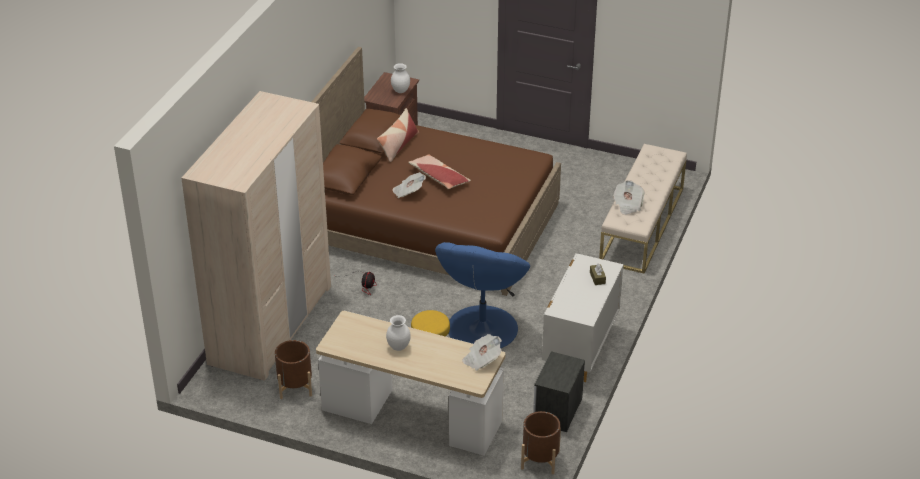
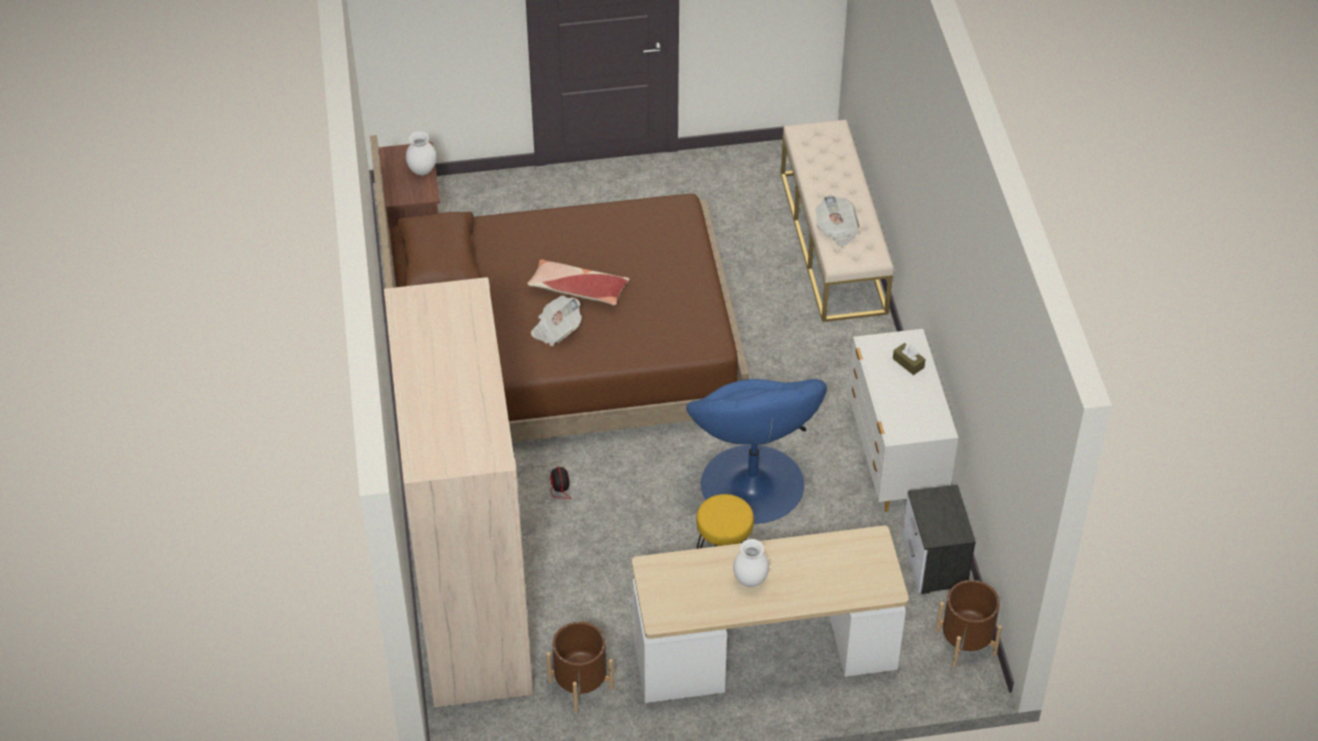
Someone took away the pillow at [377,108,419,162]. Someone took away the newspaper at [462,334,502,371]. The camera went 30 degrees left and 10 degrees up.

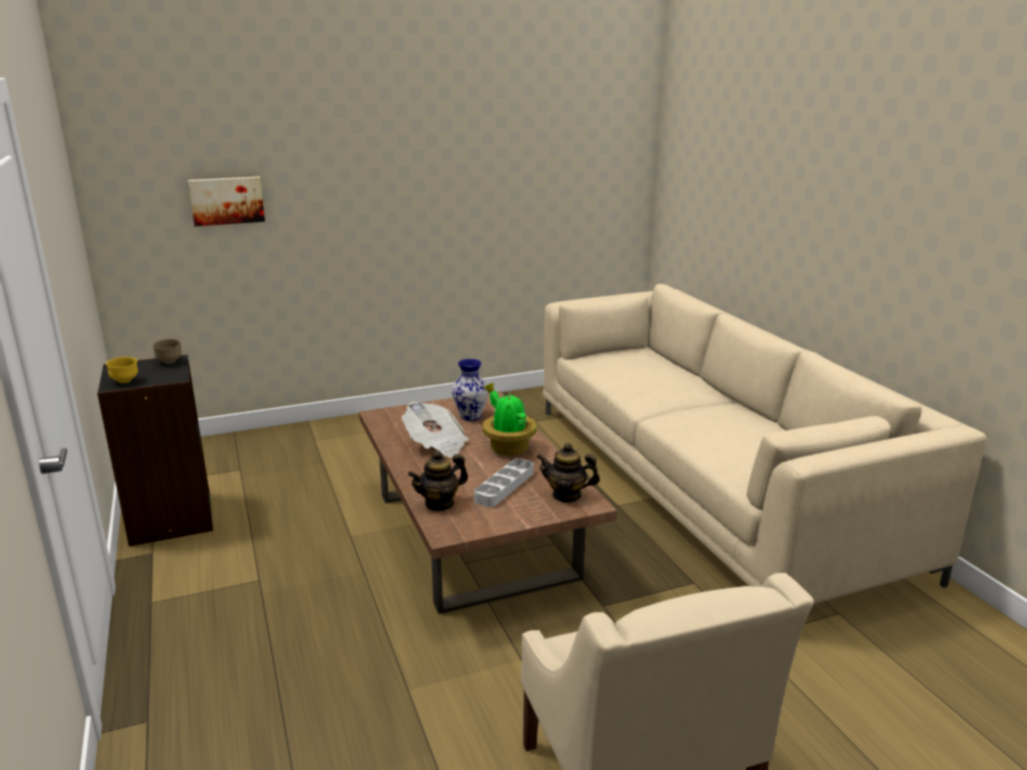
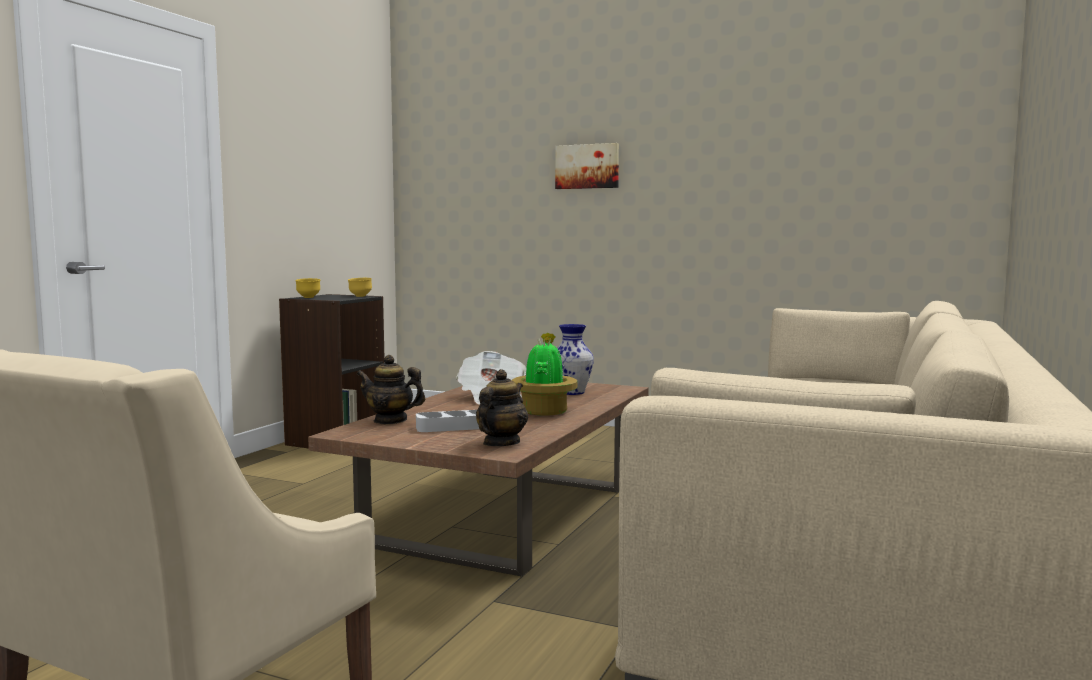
Someone repainted the brown bowl at [152,339,182,364], which became the yellow bowl at [348,278,372,297]. Someone carried the picture from [188,177,265,226] to [555,143,619,189]. Someone rotated the teapot at [537,443,600,503] by 60 degrees clockwise. The camera went 45 degrees right and 15 degrees down.

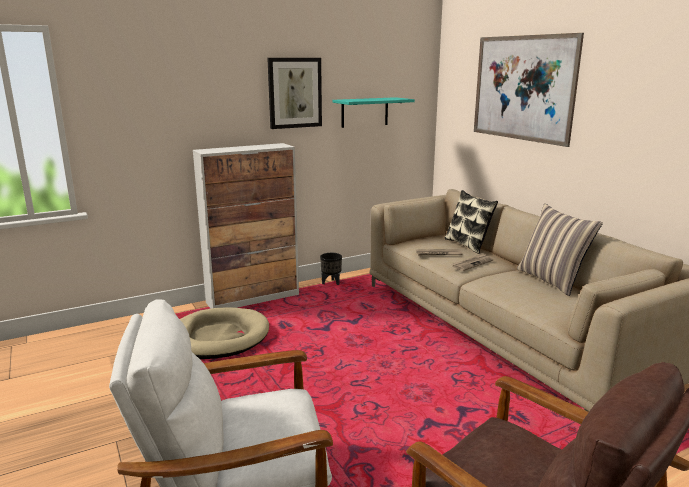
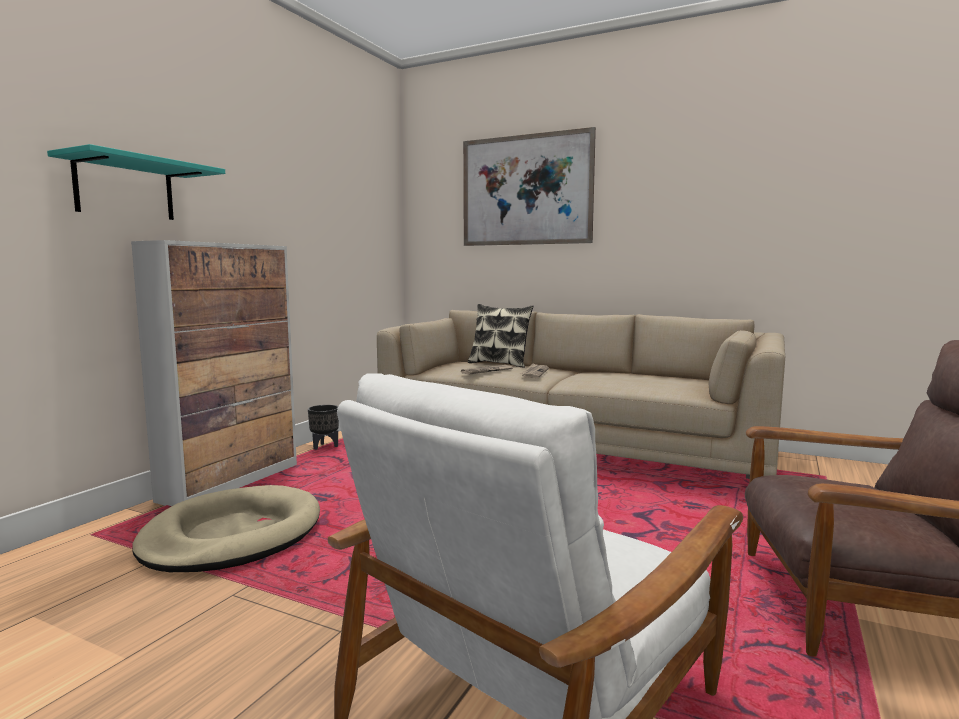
Someone took away the picture at [267,58,322,129]. Someone carried the turquoise shelf from [332,97,415,128] to [47,144,225,220]. Someone took away the pillow at [517,203,603,296]. The camera went 35 degrees left and 10 degrees down.

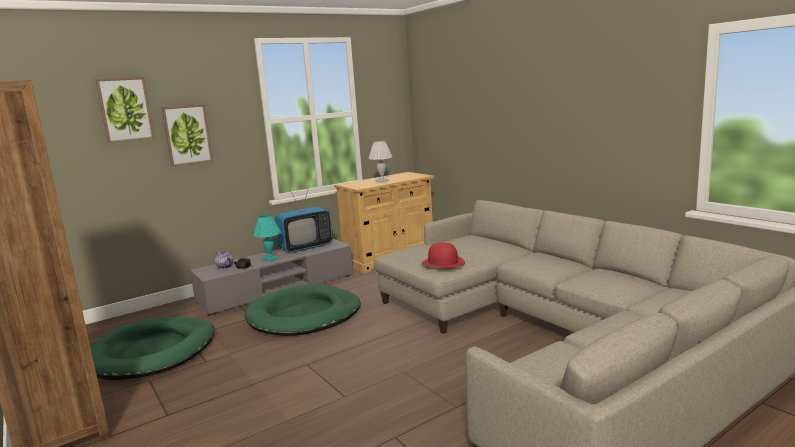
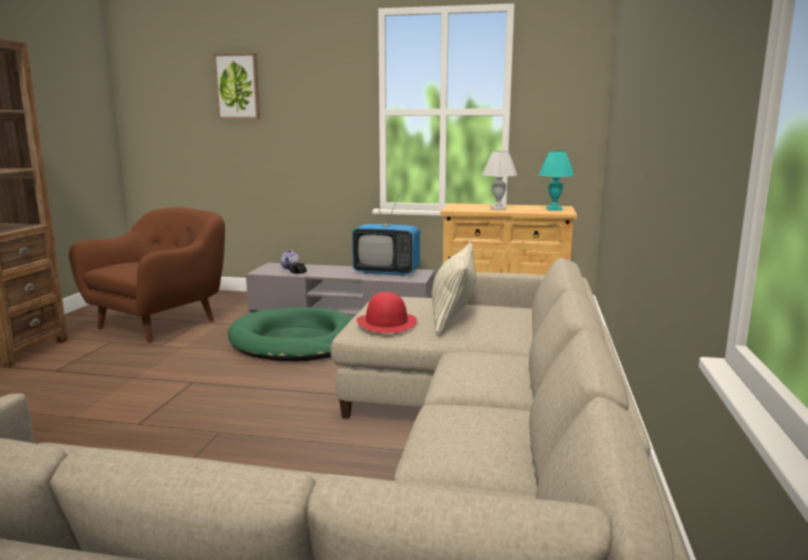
Someone swapped the green dog bed at [90,317,214,380] for the brown armchair at [69,207,225,343]. Someone took away the picture at [161,104,213,167]. Someone carried the turquoise table lamp from [254,215,281,261] to [539,151,574,211]. Someone put down the pillow at [432,242,476,334]. The camera went 45 degrees right and 0 degrees up.

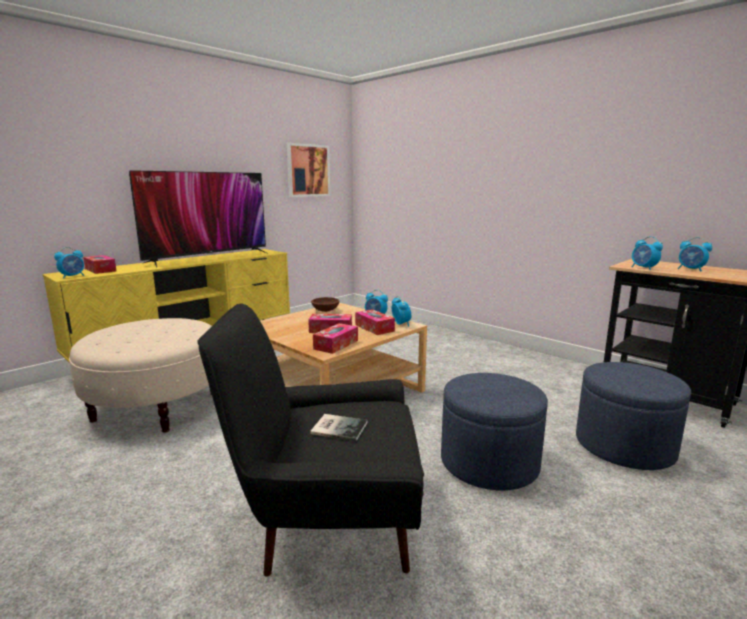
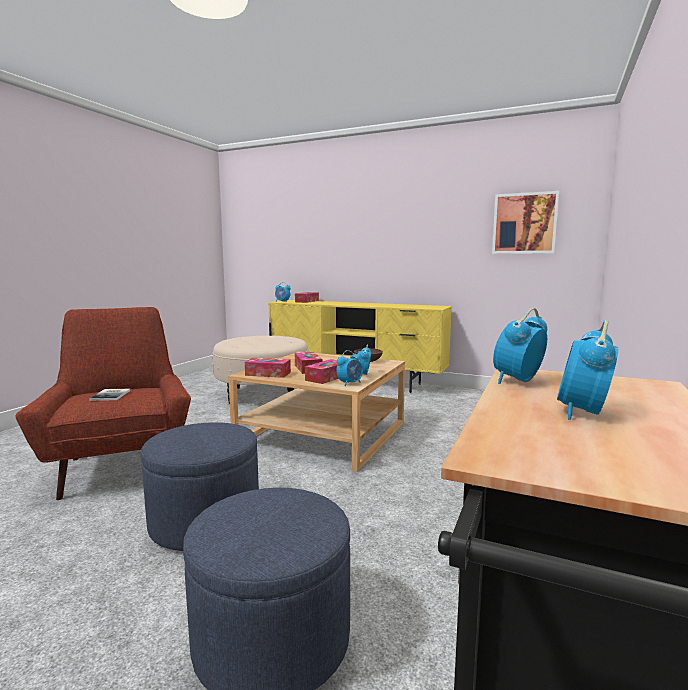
Someone took away the television at [129,170,266,267]. Someone repainted the black armchair at [197,303,424,577], which became the red armchair at [15,307,191,500]. The camera went 70 degrees right and 5 degrees down.

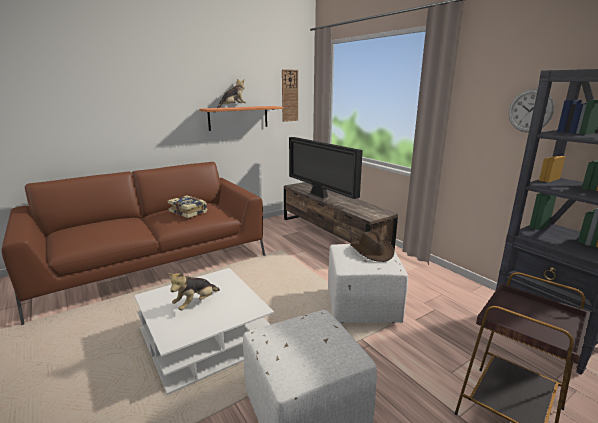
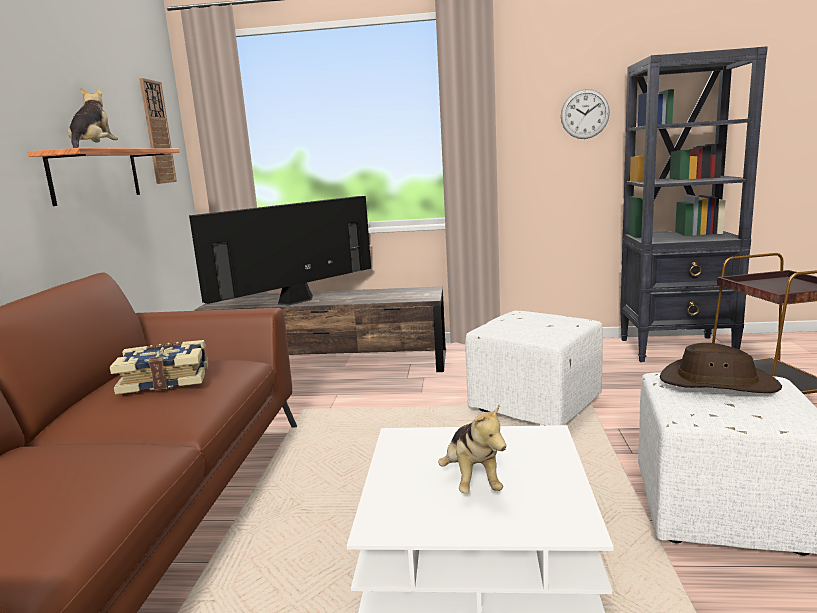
Someone rotated the television at [289,137,363,199] by 135 degrees clockwise. Someone carried the brown hat from [350,231,394,262] to [660,343,782,393]. The camera went 50 degrees left and 5 degrees down.

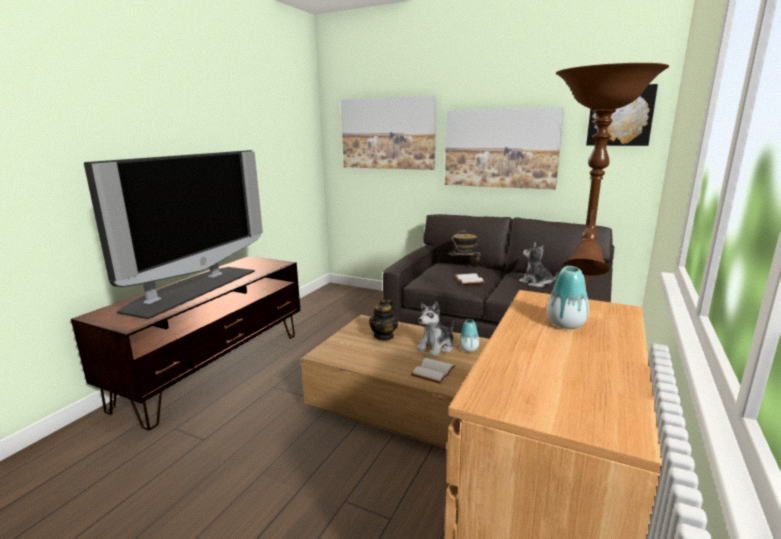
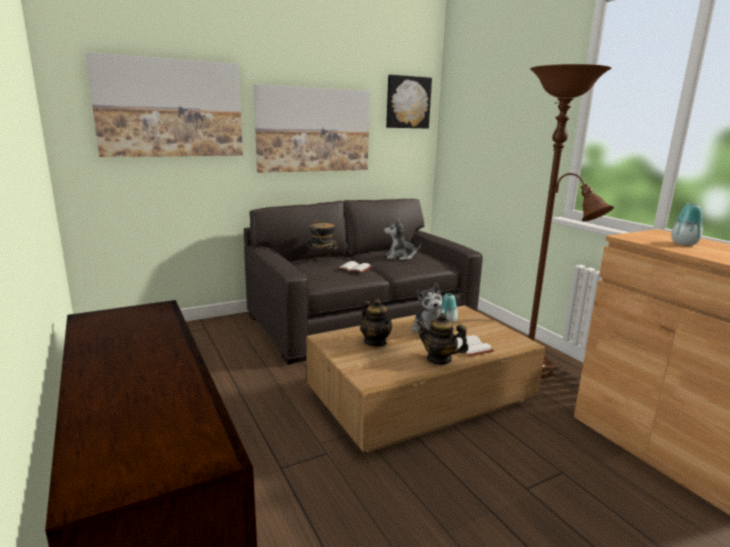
Someone took away the television at [84,150,263,319]. Someone put down the teapot at [417,313,468,365]. The camera went 55 degrees left and 0 degrees up.

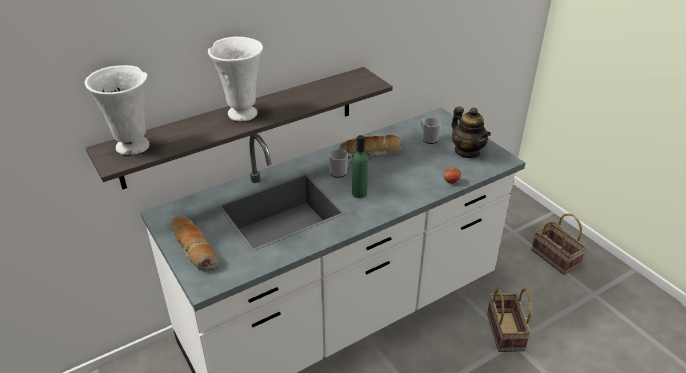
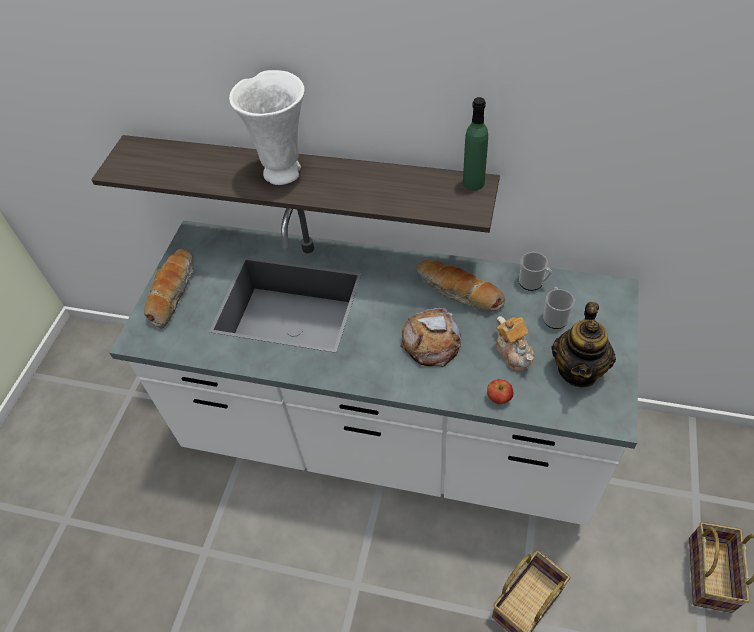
Someone took away the white vase at [85,65,149,155]. Someone carried the mug from [329,149,352,178] to [519,252,552,291]. Someone carried the green bottle from [352,135,368,198] to [463,97,488,191]. Someone put down the bread at [400,308,461,367]. Someone put down the teapot at [496,316,534,371]. The camera went 50 degrees right and 15 degrees up.

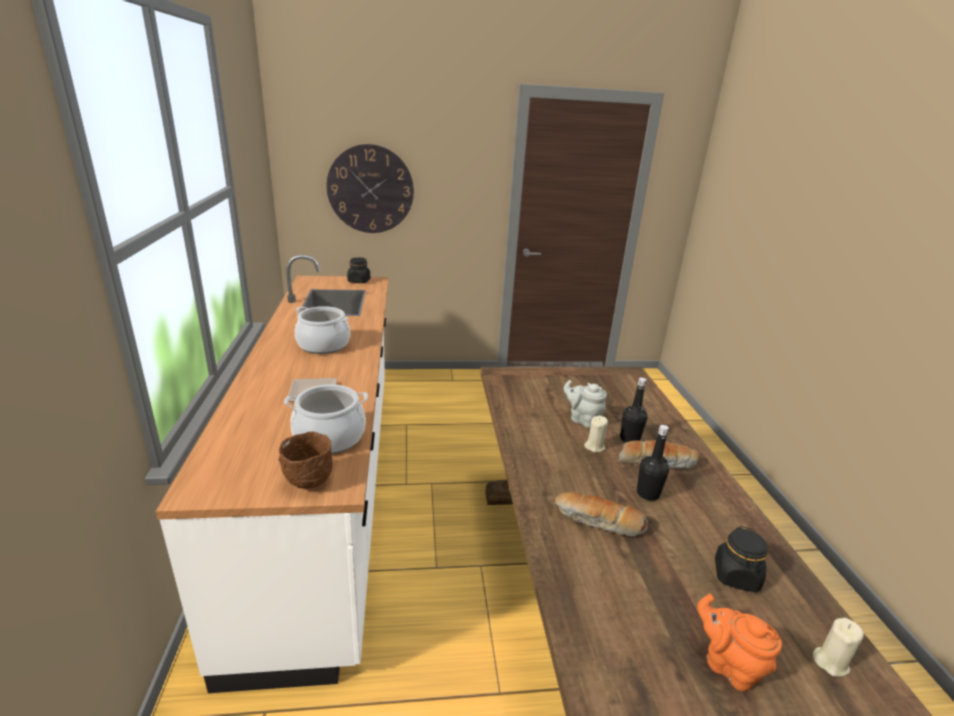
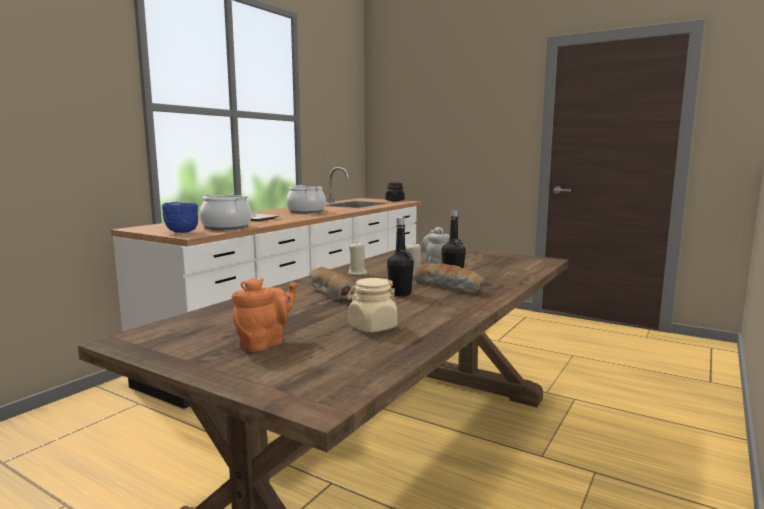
Someone repainted the brown bowl at [278,432,333,489], which became the blue bowl at [162,202,198,233]. Someone took away the wall clock at [327,144,414,233]. Someone rotated the orange teapot at [697,594,782,691] by 45 degrees clockwise. Someone repainted the black jar at [715,526,768,592], which became the beige jar at [347,278,398,333]. Someone carried the beige candle from [813,618,864,677] to [348,241,367,275]. The camera went 40 degrees right and 15 degrees down.

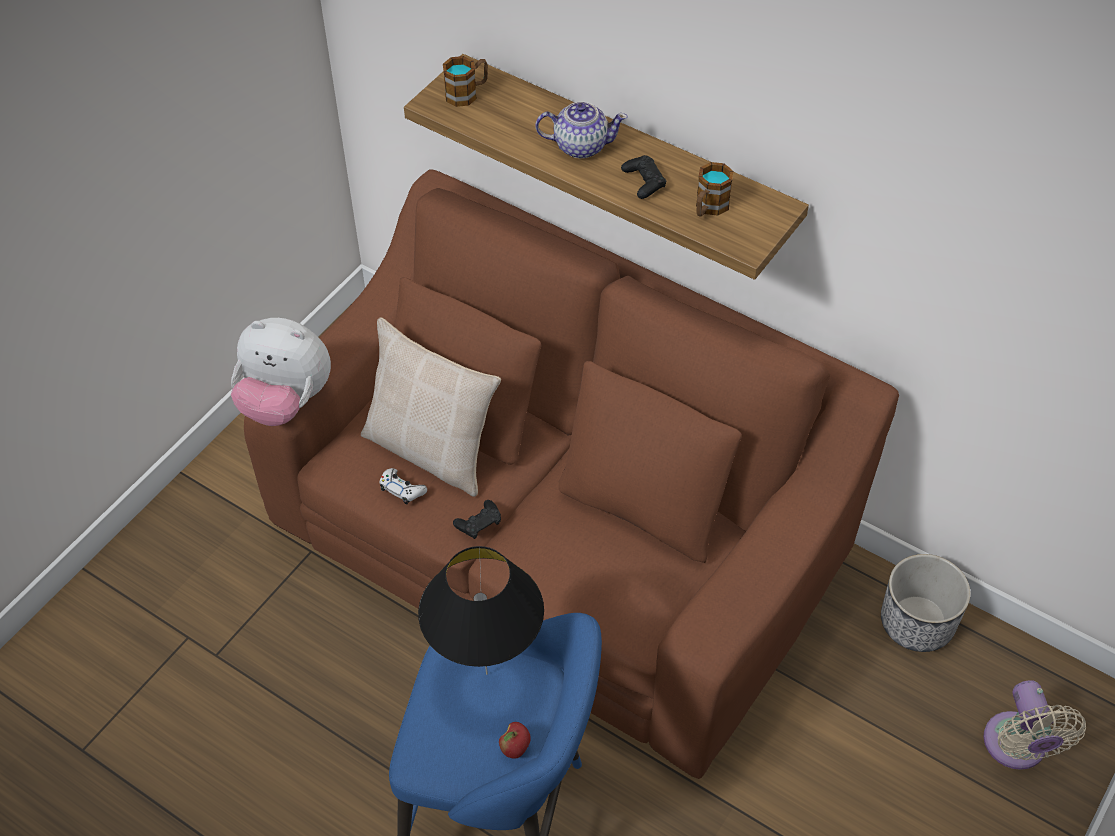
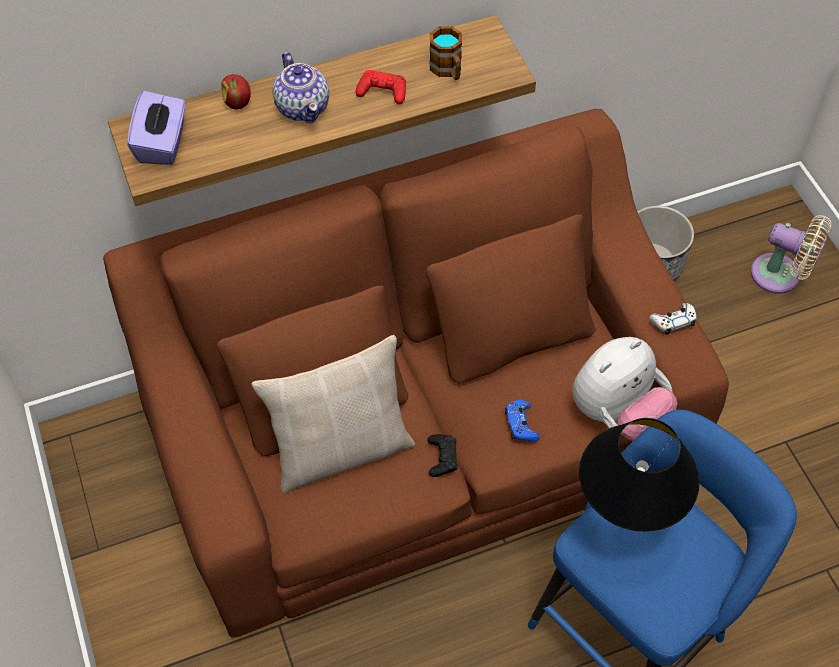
Someone carried the plush toy from [231,318,331,426] to [572,337,678,441]. Someone carried the white game controller from [379,468,427,505] to [650,303,696,335]. Someone swapped the mug at [443,56,488,107] for the purple tissue box at [128,91,185,165]. Someone carried the apple from [499,722,531,758] to [221,74,251,110]. Someone rotated the teapot at [535,101,628,158] by 120 degrees clockwise. Someone repainted the black game controller at [621,155,666,199], which became the red game controller at [355,70,406,104]. Someone put down the blue game controller at [505,399,540,442]. The camera went 55 degrees left and 5 degrees up.

